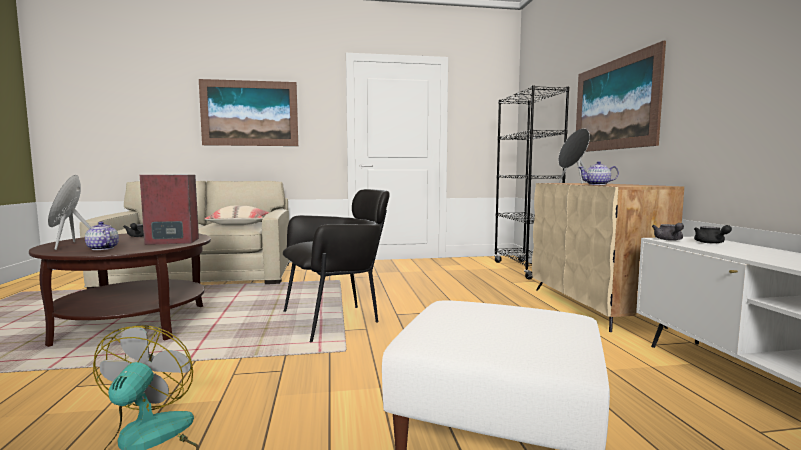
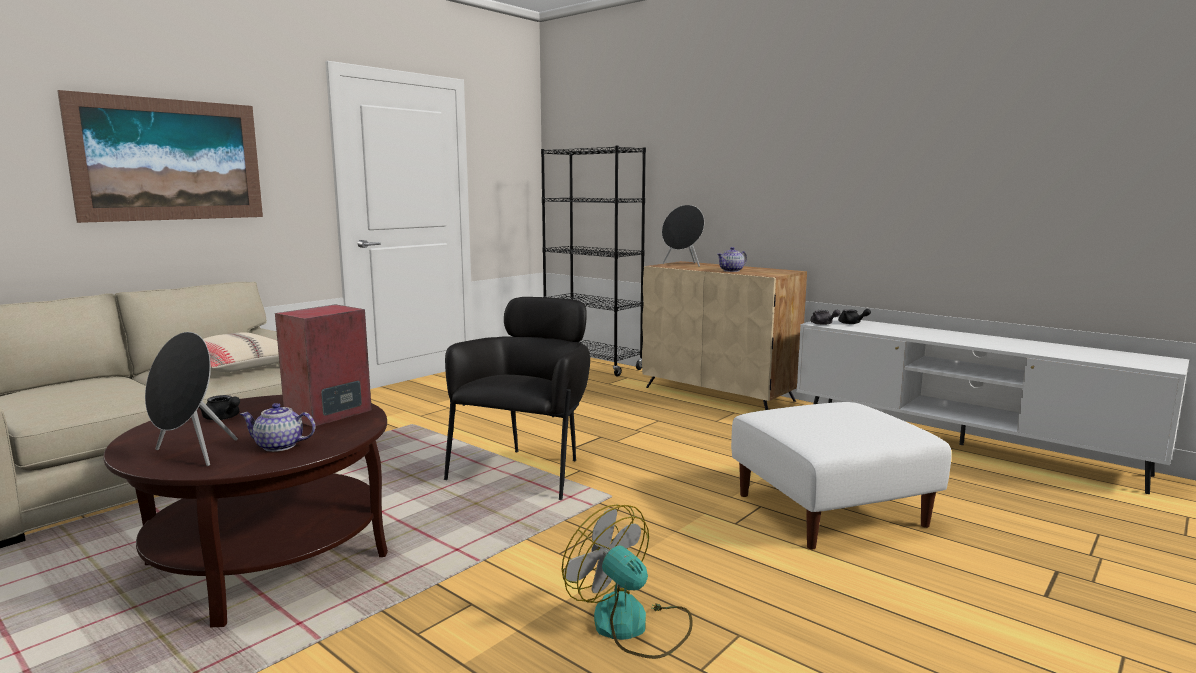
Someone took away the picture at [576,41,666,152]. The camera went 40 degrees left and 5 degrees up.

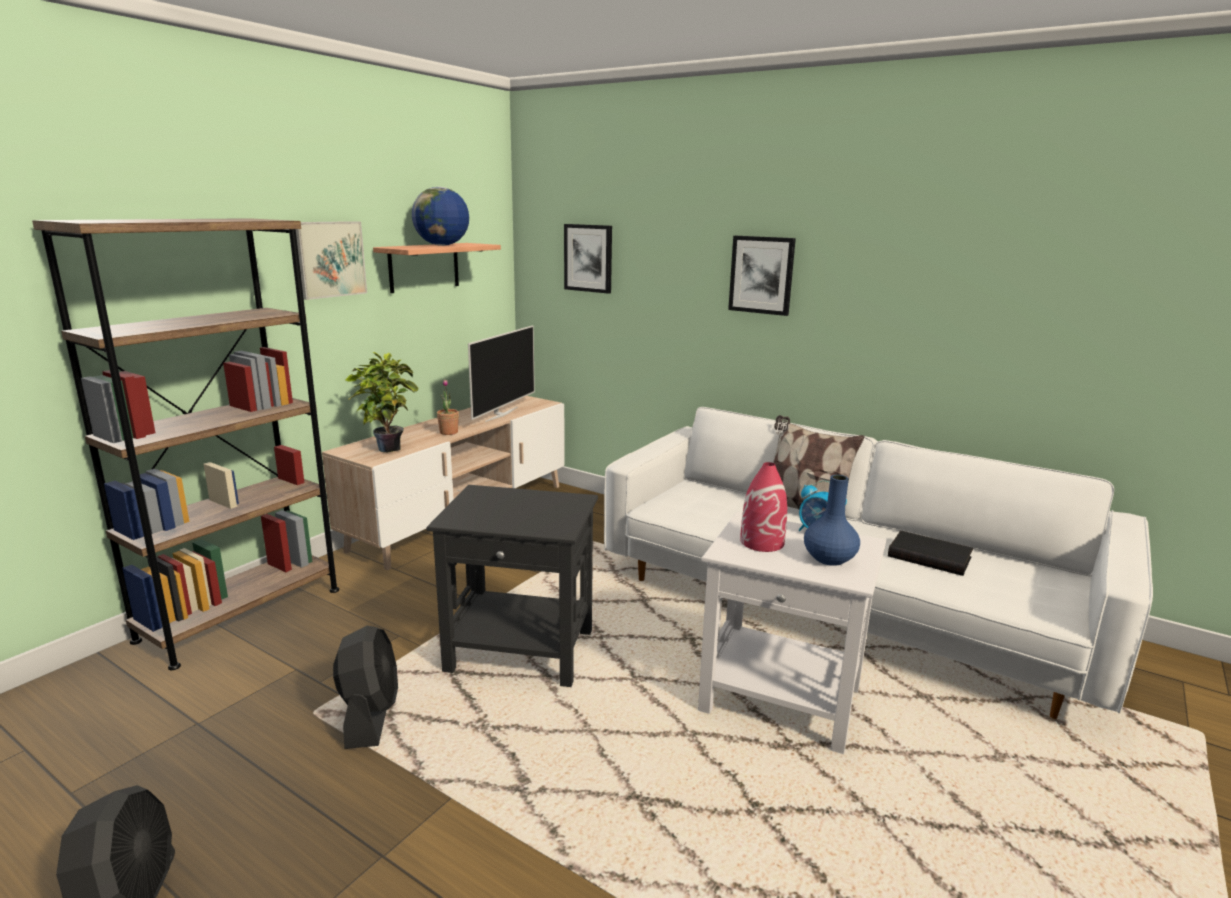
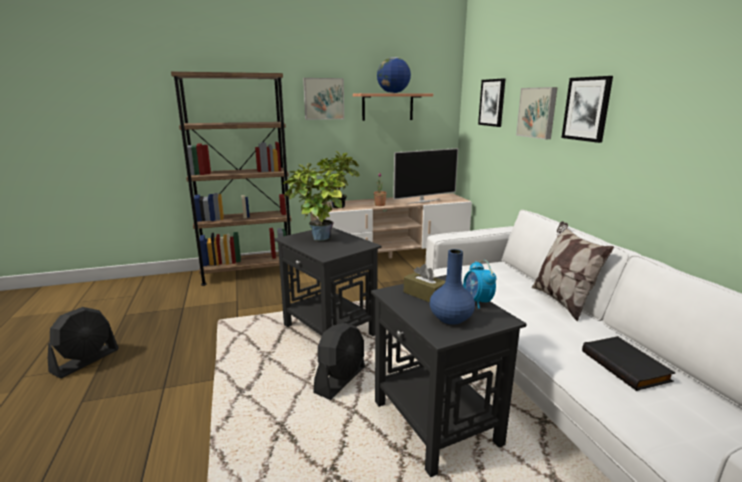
Someone carried the black fan from [333,626,398,749] to [313,323,365,400]. Someone repainted the white side table at [698,512,886,754], which became the black side table at [371,275,527,477]. Someone swapped the red vase at [740,462,787,552] for the brown tissue box at [404,264,445,302]. Someone put down the potted plant at [283,163,345,241]. Someone put up the picture at [516,87,558,139]. The camera went 40 degrees right and 0 degrees up.

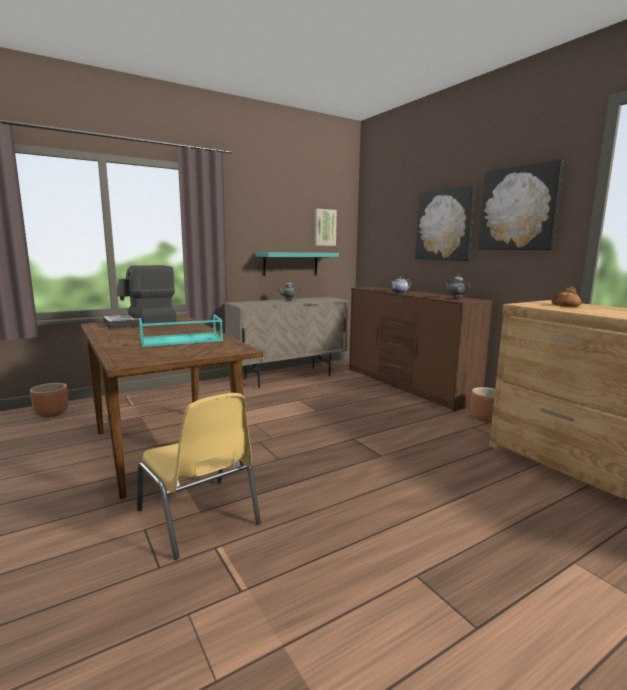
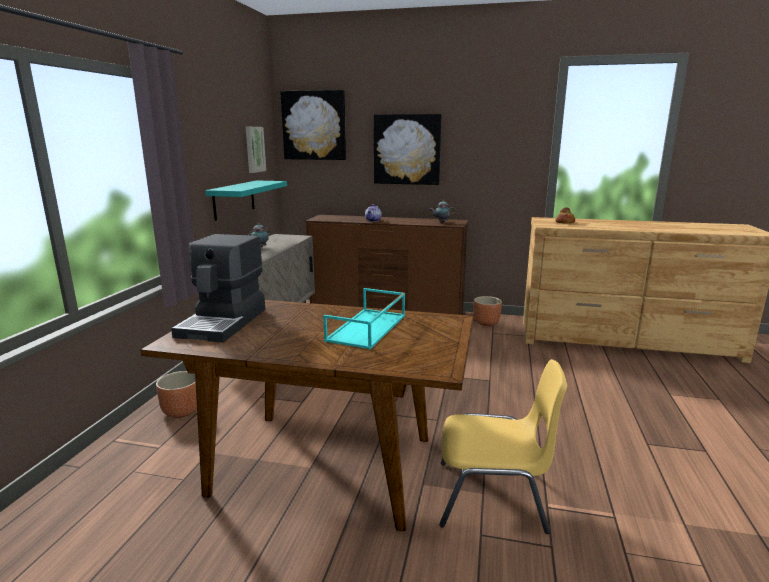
Someone carried the brown planter from [30,383,68,417] to [156,371,197,418]. Someone carried the picture from [478,159,564,250] to [280,90,346,160]. The camera went 45 degrees left and 5 degrees up.

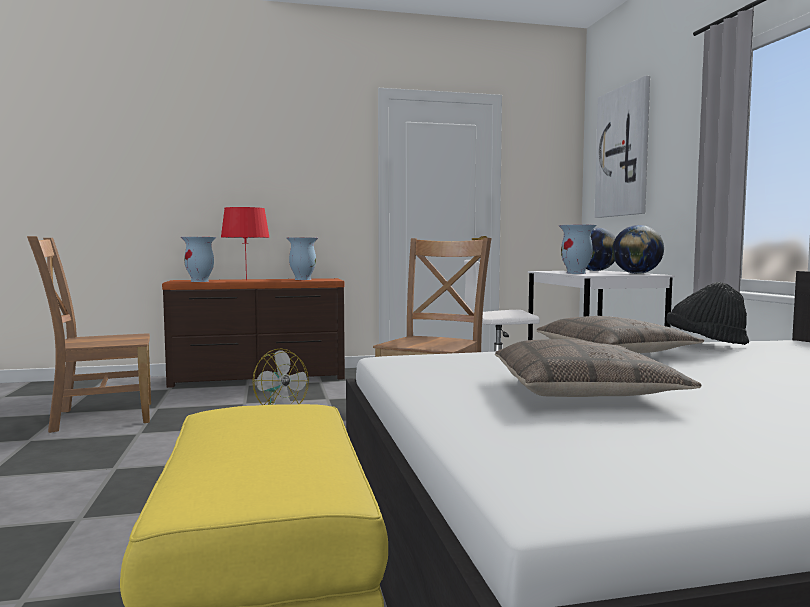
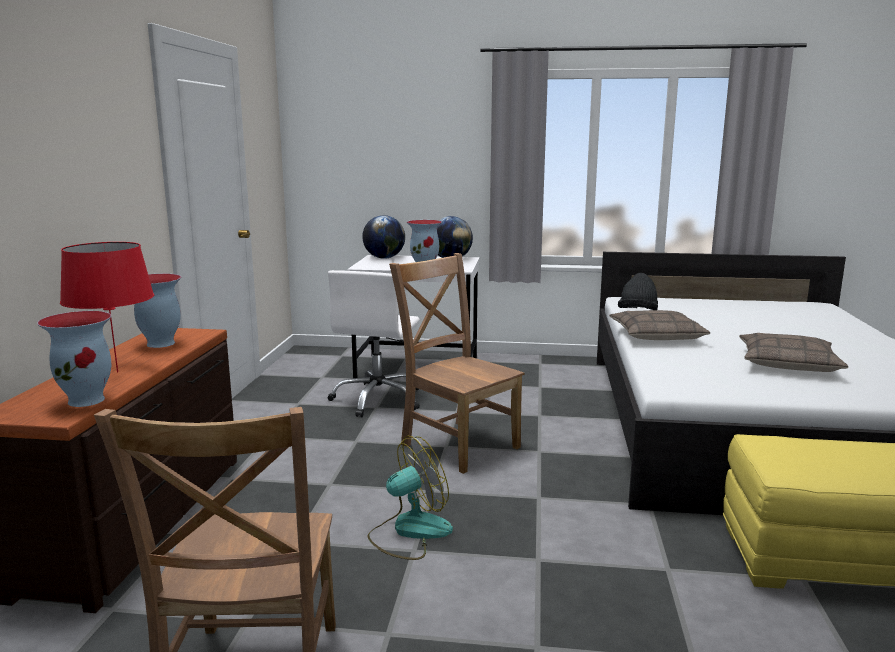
Someone took away the picture at [594,76,650,218]. The camera went 70 degrees left and 10 degrees up.

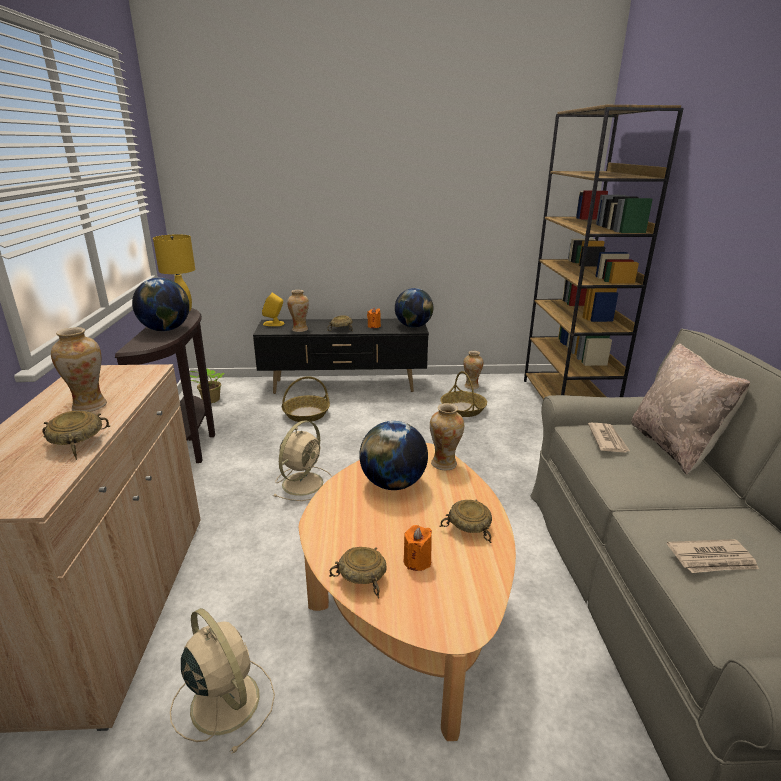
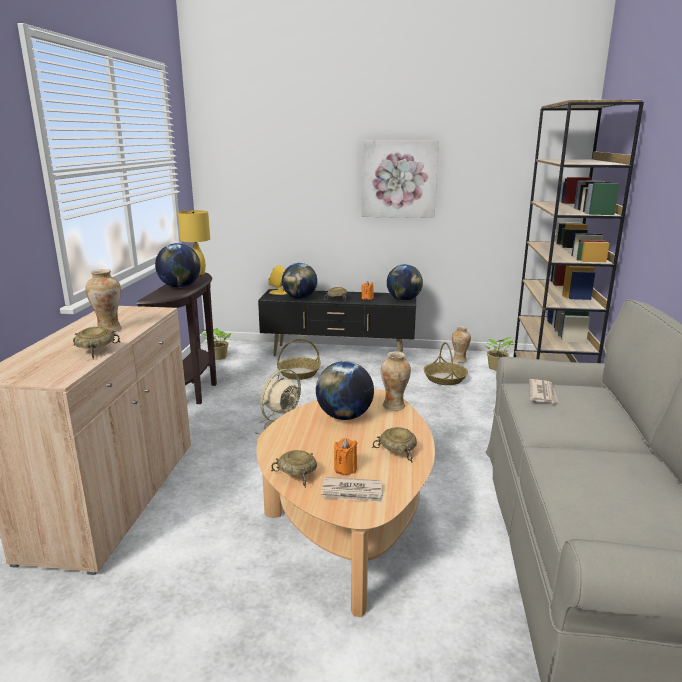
Someone took away the beige fan at [170,608,275,754]. Someone swapped the vase at [287,290,309,332] for the globe at [282,263,317,299]. Someone took away the beige pillow at [631,343,750,475]. Someone carried the newspaper from [667,539,759,573] to [321,477,383,502]. Someone put up the picture at [362,140,439,218]. Someone put down the potted plant at [484,337,515,371]. The camera went 10 degrees right and 5 degrees down.

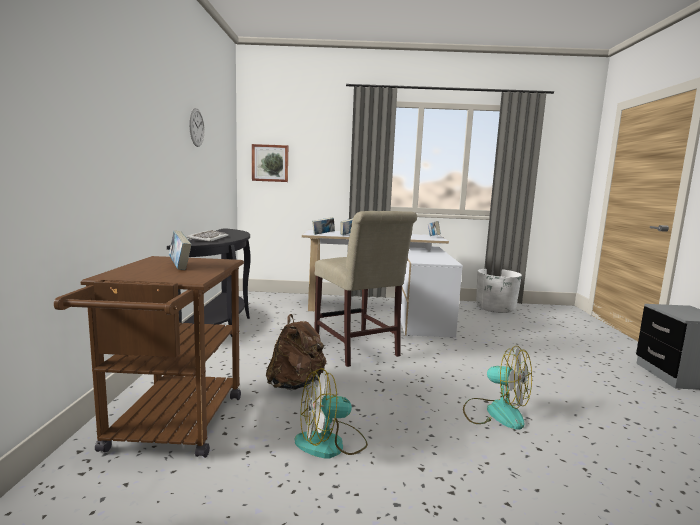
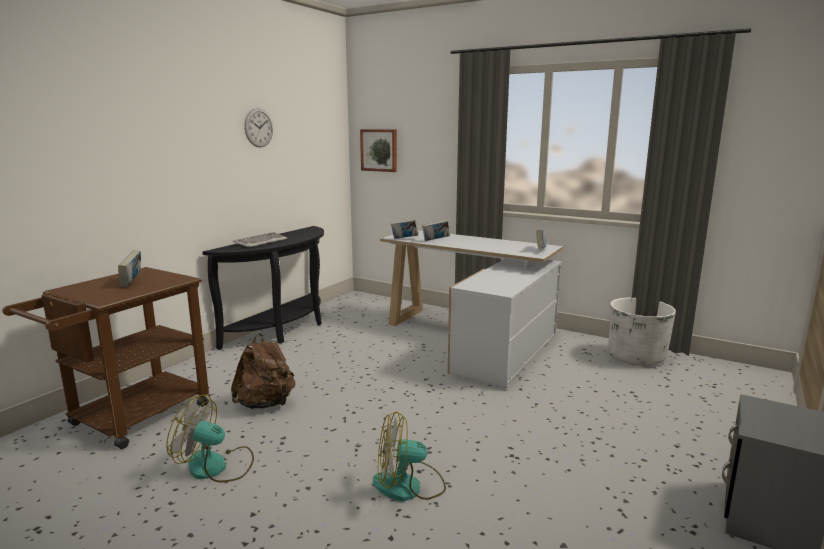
Someone took away the beige chair at [314,211,417,367]. Someone rotated the fan at [463,346,532,430] by 105 degrees clockwise. The camera went 30 degrees right and 5 degrees up.

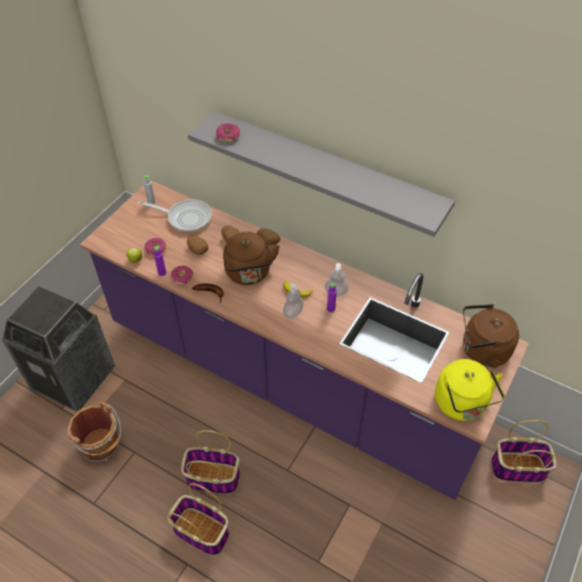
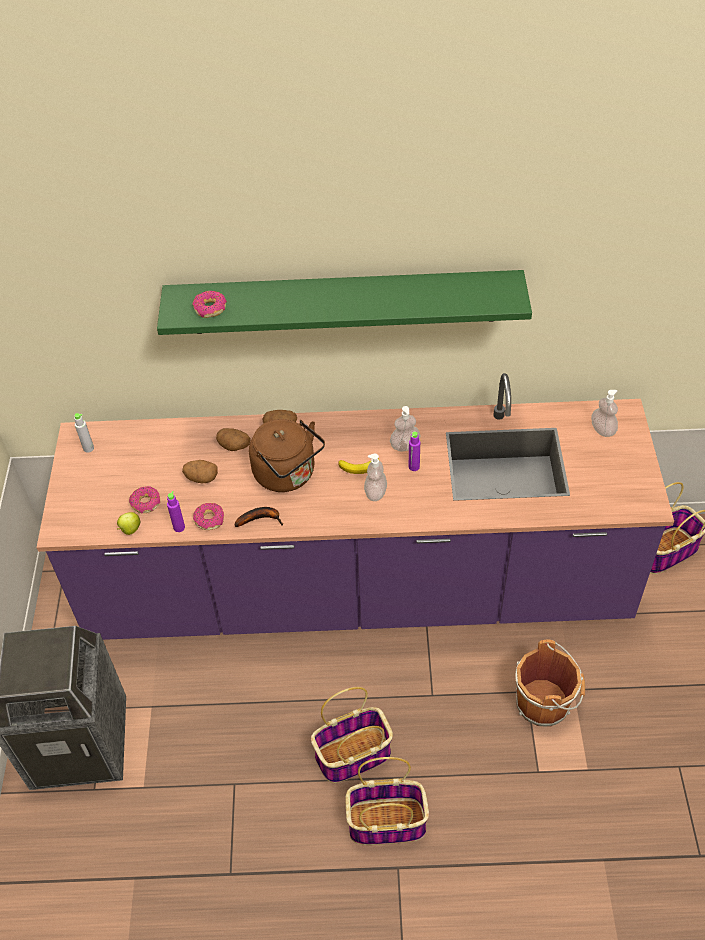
Someone carried the brown bucket from [68,402,121,462] to [515,640,585,726]. Someone took away the frying pan at [138,199,212,232]. Someone repainted the grey shelf at [188,111,455,237], which became the green shelf at [157,270,532,335]. Someone took away the yellow kettle at [435,359,505,421]. Someone swapped the brown kettle at [463,304,519,368] for the soap dispenser at [591,390,618,437]. The camera went 30 degrees left and 0 degrees up.

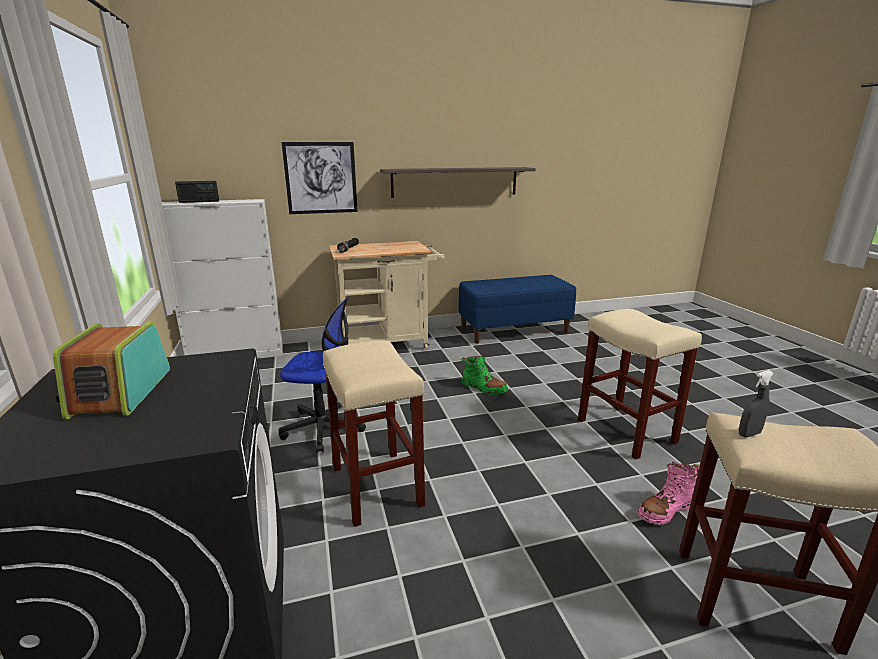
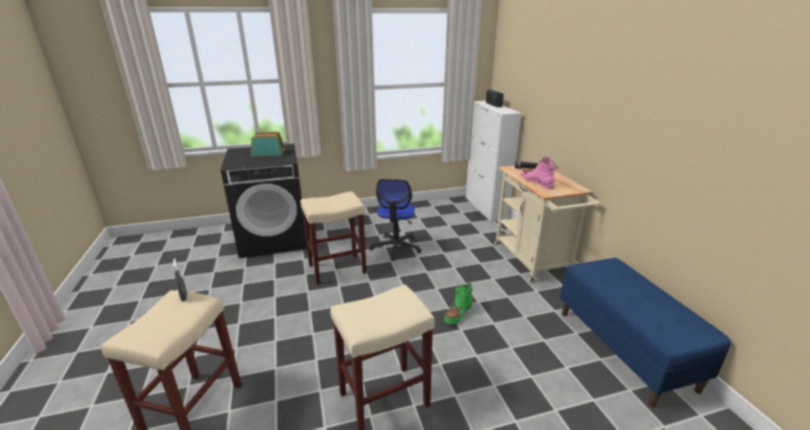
Someone took away the picture at [282,142,358,214]. Someone took away the shelf at [380,167,536,198]. Someone carried the pink boot from [638,462,700,525] to [520,157,559,188]. The camera went 90 degrees right and 5 degrees up.

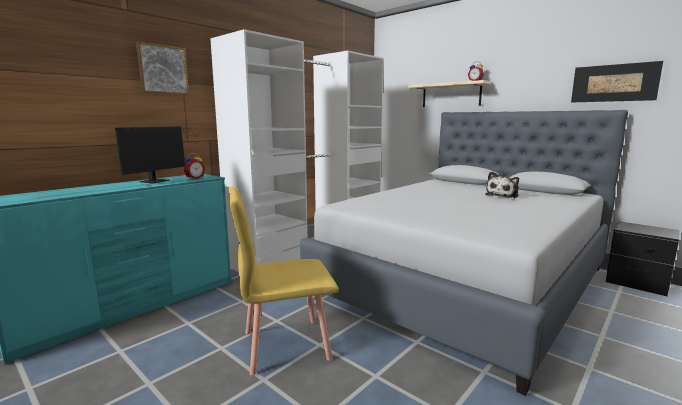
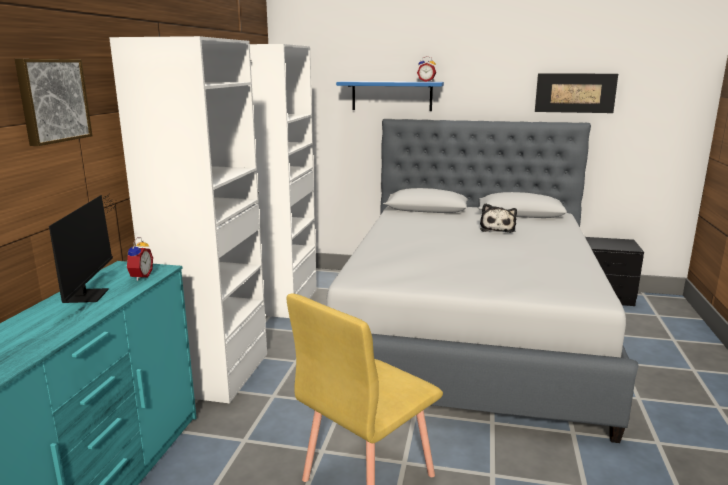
Someone repainted the beige shelf at [408,80,491,107], which became the blue shelf at [336,81,444,111]. The camera went 30 degrees left and 5 degrees up.

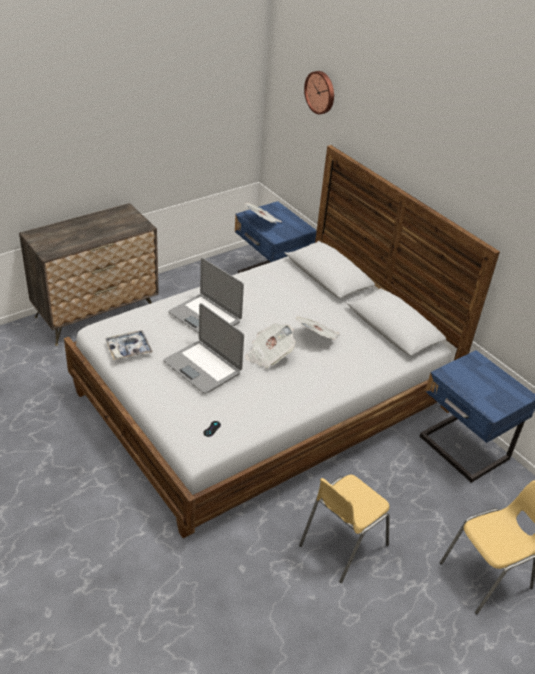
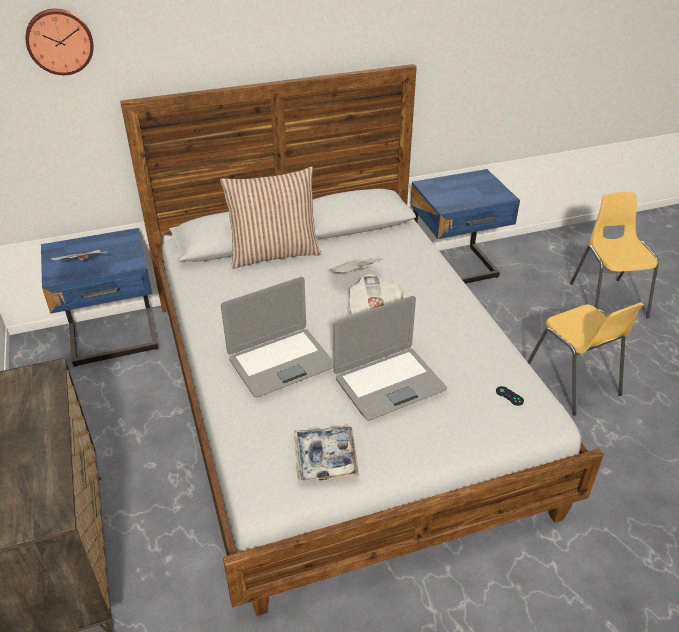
Someone put down the pillow at [220,166,321,269]. The camera went 70 degrees left and 0 degrees up.

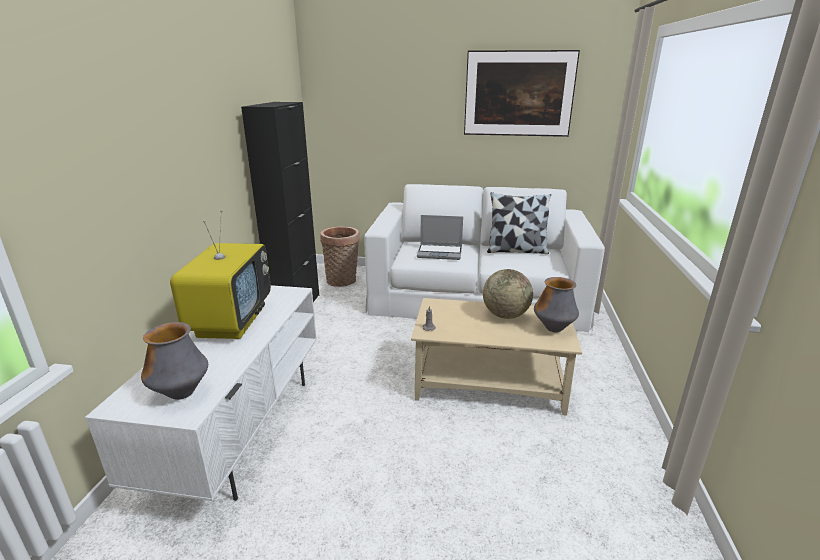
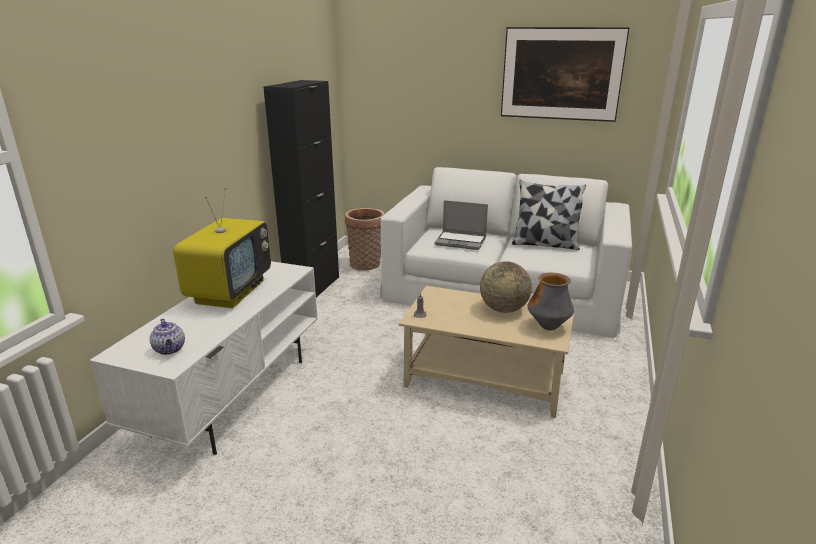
Someone swapped the vase at [141,322,208,400] for the teapot at [150,319,185,355]. The camera went 10 degrees right and 0 degrees up.

